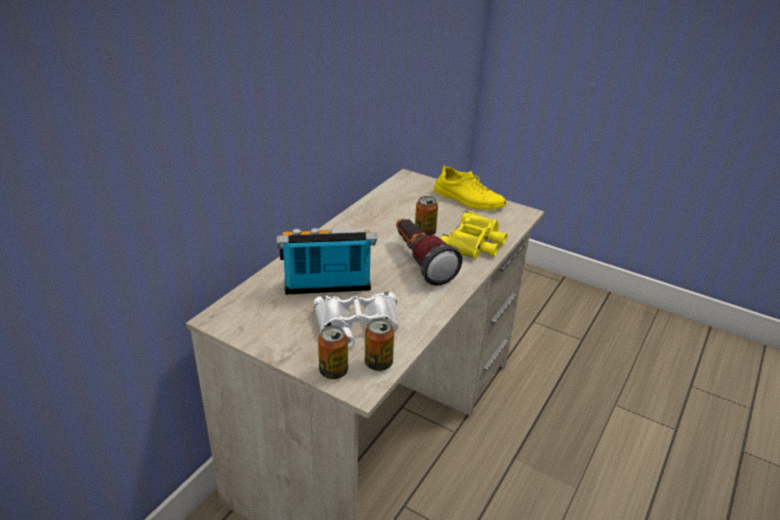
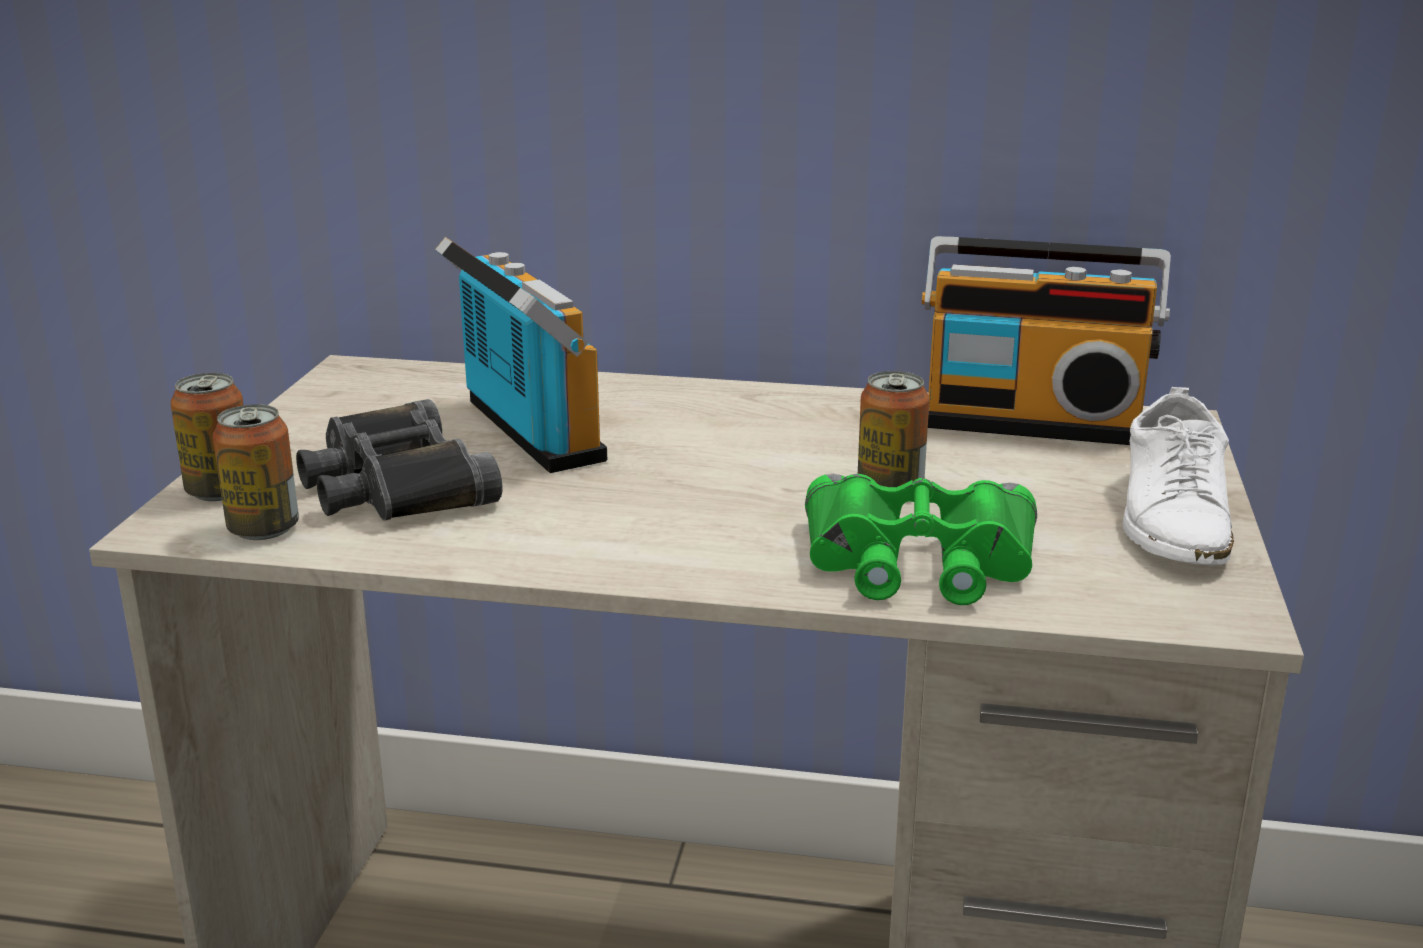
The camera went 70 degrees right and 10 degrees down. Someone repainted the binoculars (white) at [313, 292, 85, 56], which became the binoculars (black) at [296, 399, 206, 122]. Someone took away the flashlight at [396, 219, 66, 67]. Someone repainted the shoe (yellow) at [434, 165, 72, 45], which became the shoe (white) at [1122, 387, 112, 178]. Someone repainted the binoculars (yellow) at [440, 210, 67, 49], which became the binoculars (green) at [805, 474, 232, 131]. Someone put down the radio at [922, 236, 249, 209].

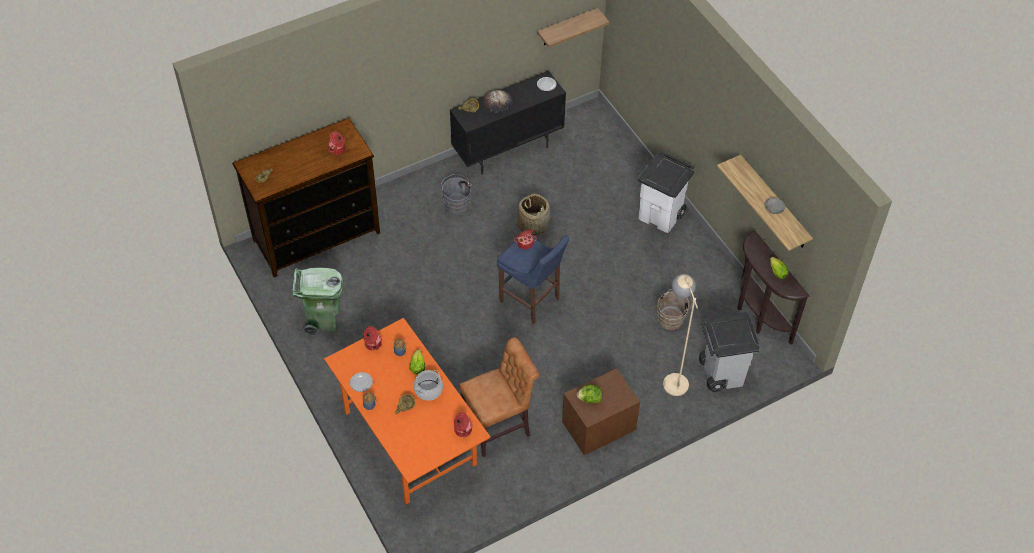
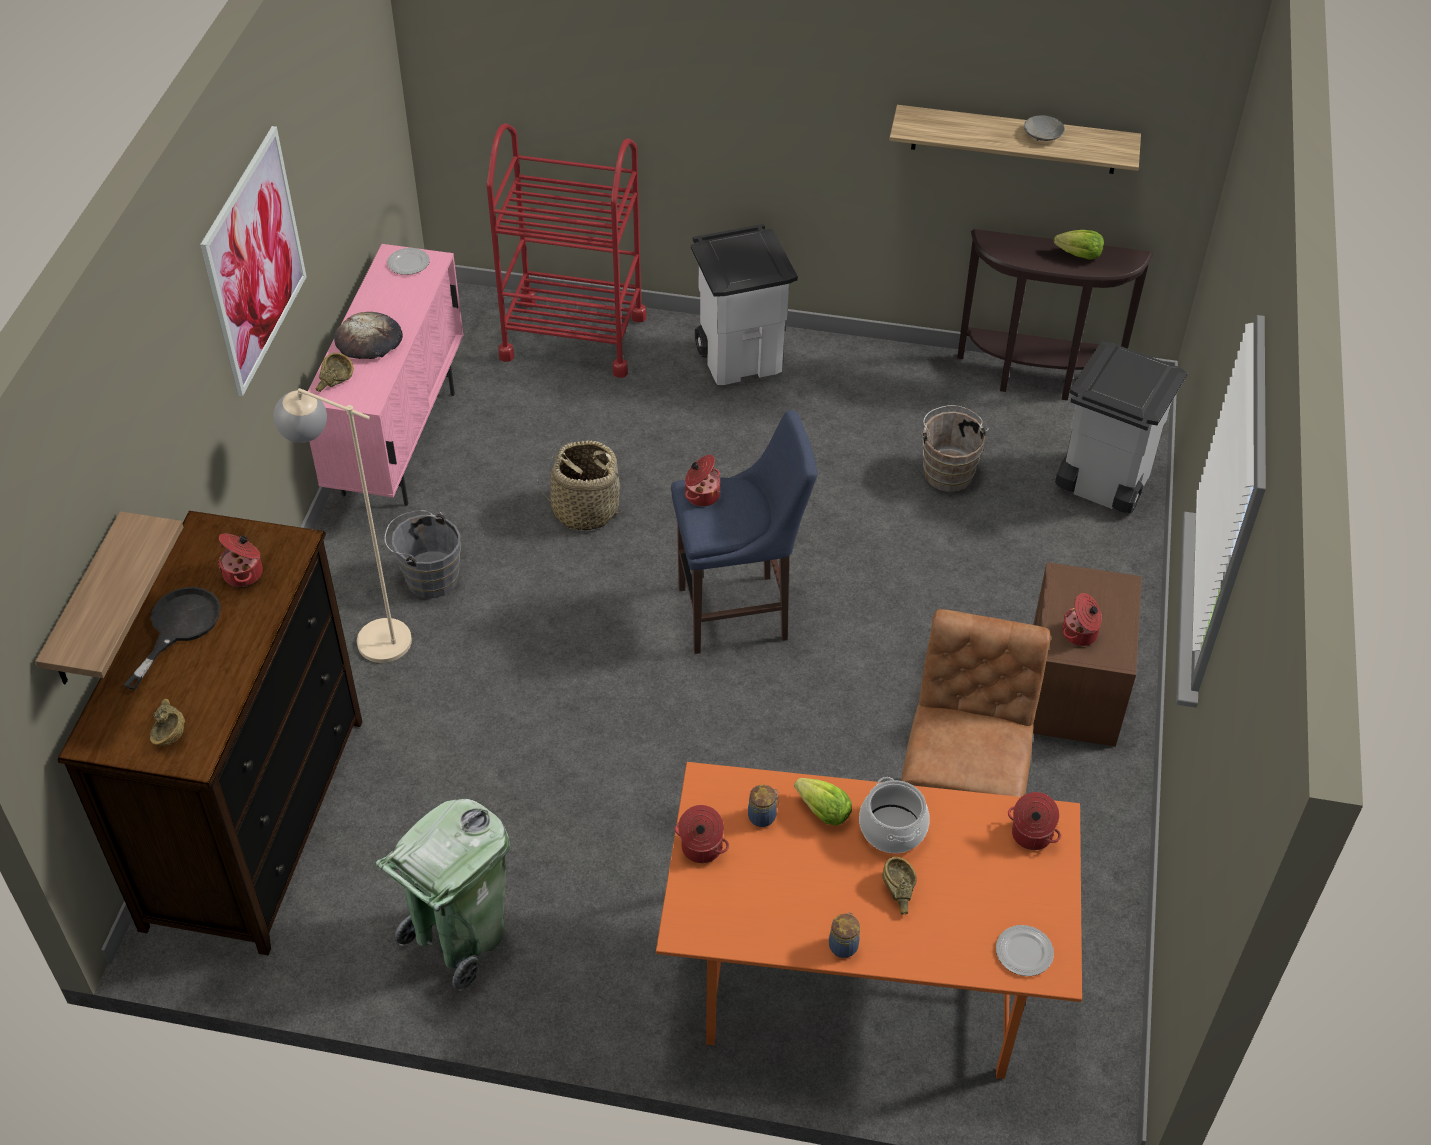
The camera went 50 degrees left and 5 degrees down. Someone carried the plate from [350, 372, 23, 20] to [996, 925, 58, 51]. Someone repainted the cabinet (black) at [450, 71, 116, 104], which became the cabinet (pink) at [308, 244, 156, 262]. Someone carried the shelf from [537, 8, 72, 40] to [35, 511, 148, 174]. Someone swapped the lettuce at [577, 384, 25, 19] for the cooking pot at [1062, 593, 40, 53]. Someone carried the floor lamp (beige) from [663, 274, 35, 122] to [273, 388, 139, 275]. Someone put down the frying pan (black) at [124, 587, 97, 103]. Someone put up the picture at [200, 126, 107, 270]. Someone put down the cart (red) at [487, 123, 160, 255].

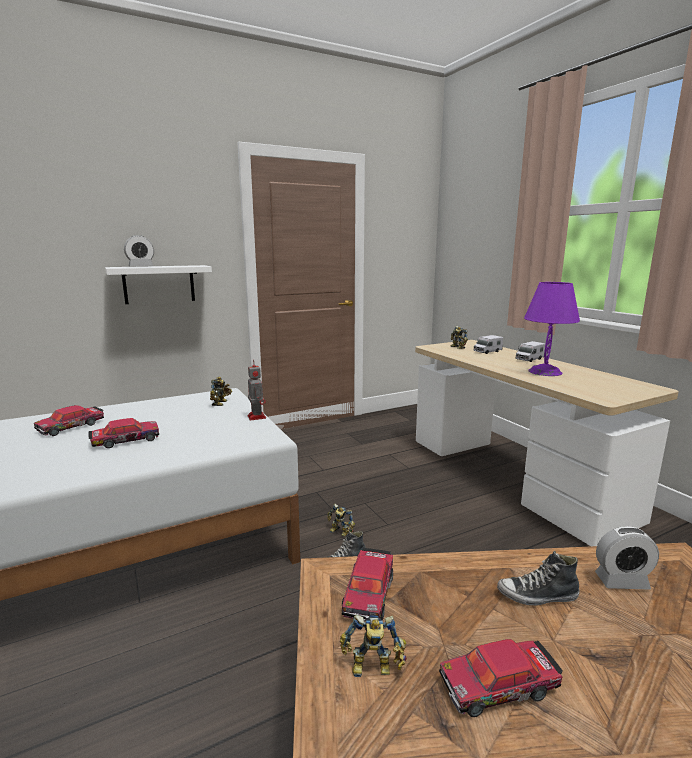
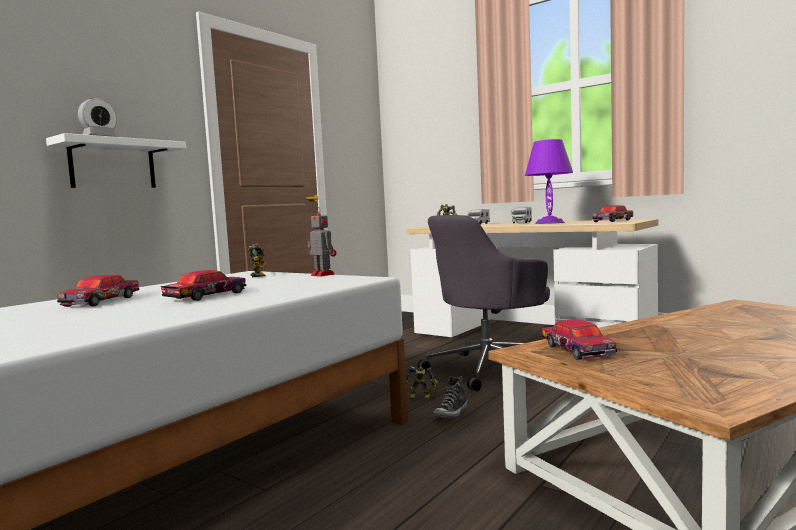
The camera went 25 degrees left and 10 degrees down. Someone took away the toy robot at [340, 615, 67, 62]. Someone carried the toy car from [439, 639, 124, 78] to [592, 205, 41, 17]. Someone took away the shoe at [497, 551, 82, 55]. Someone took away the alarm clock at [595, 526, 64, 64]. Someone put down the office chair (grey) at [418, 215, 132, 176].

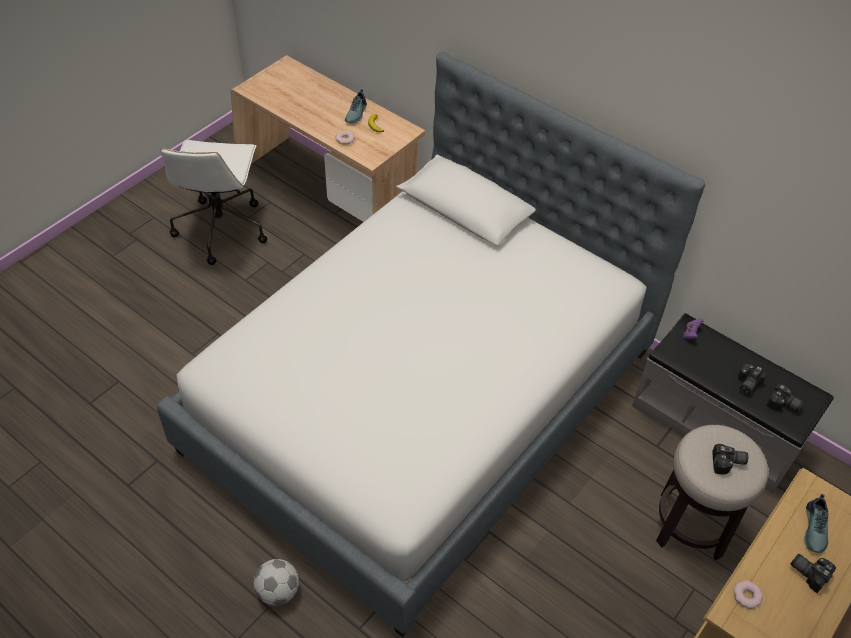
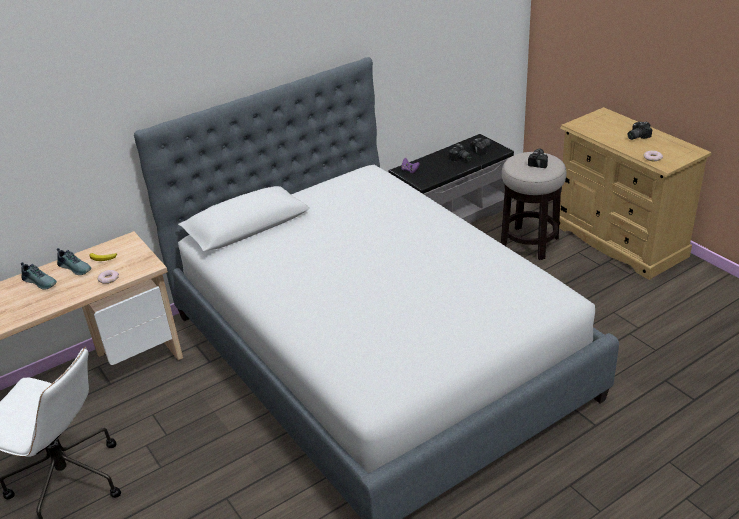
The camera went 70 degrees left and 15 degrees down. Someone took away the football at [254, 559, 45, 47]. Someone carried the shoe from [804, 494, 24, 59] to [21, 262, 36, 28].

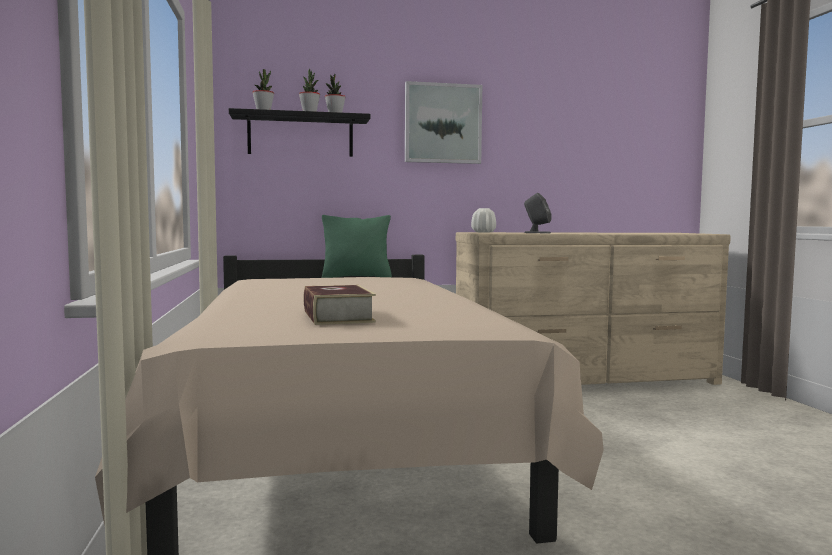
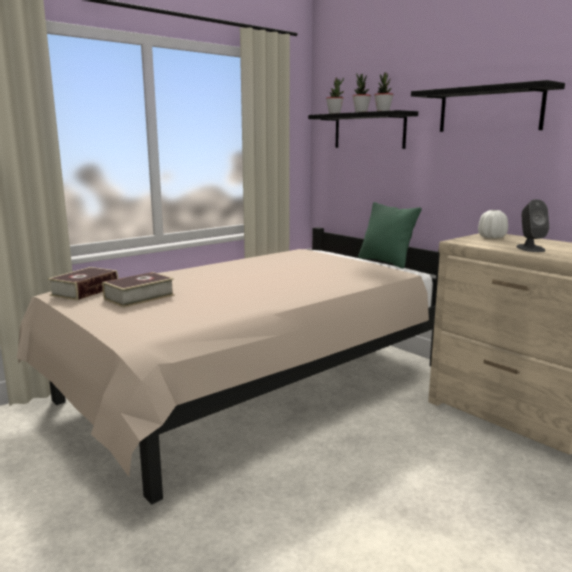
The camera went 60 degrees right and 10 degrees up. Someone swapped the picture at [405, 81, 77, 83] for the shelf (black) at [411, 80, 154, 52]. Someone put down the book at [48, 267, 70, 33].

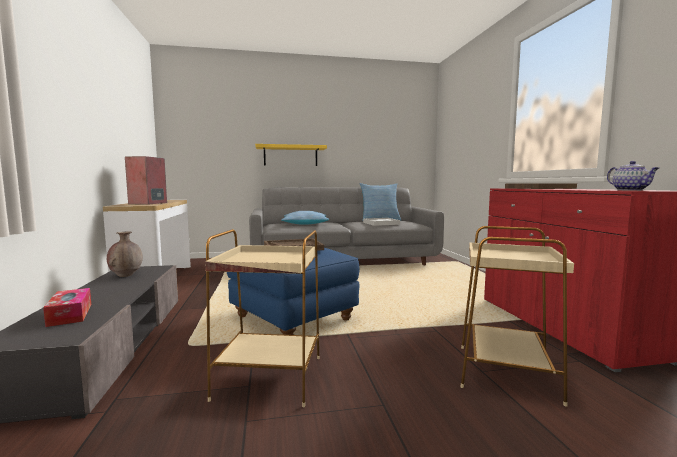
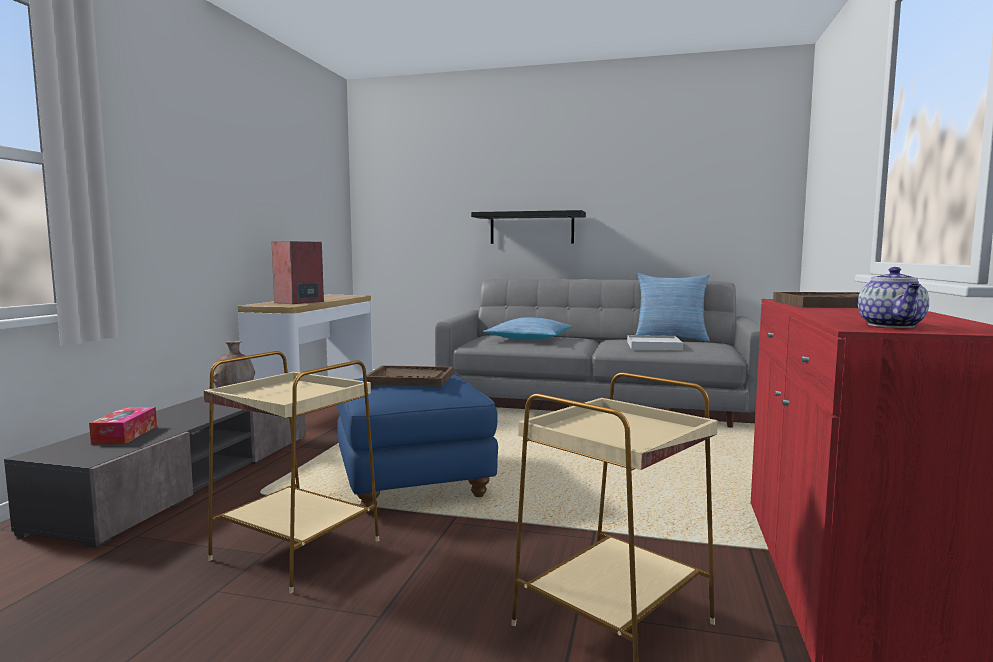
The camera went 25 degrees right and 0 degrees up. Someone repainted the shelf (yellow) at [255, 144, 72, 22], which became the shelf (black) at [471, 210, 115, 34].

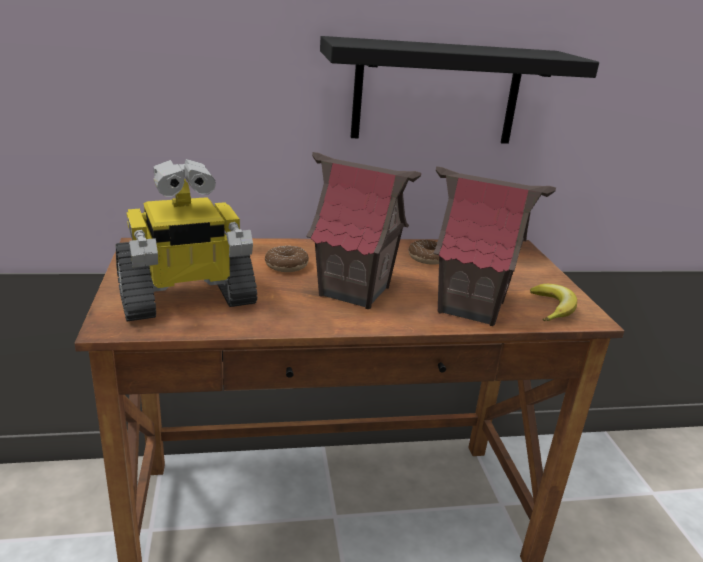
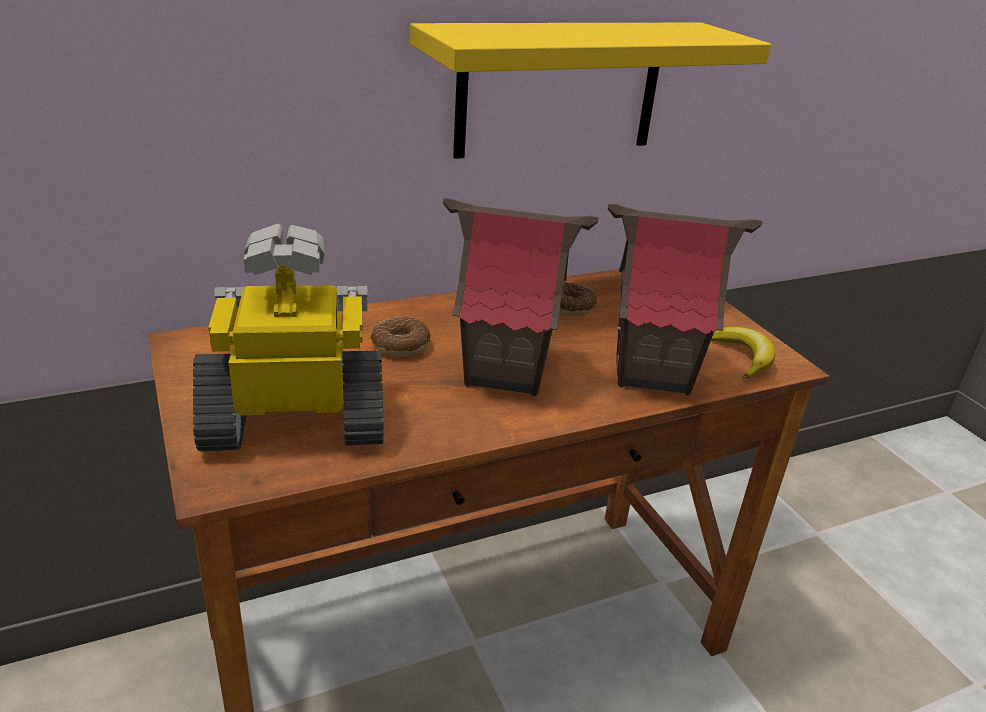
The camera went 15 degrees left and 5 degrees up. Someone rotated the toy robot at [116, 159, 141, 162] by 150 degrees counterclockwise. Someone repainted the shelf (black) at [320, 36, 279, 108], which became the shelf (yellow) at [410, 23, 361, 136].

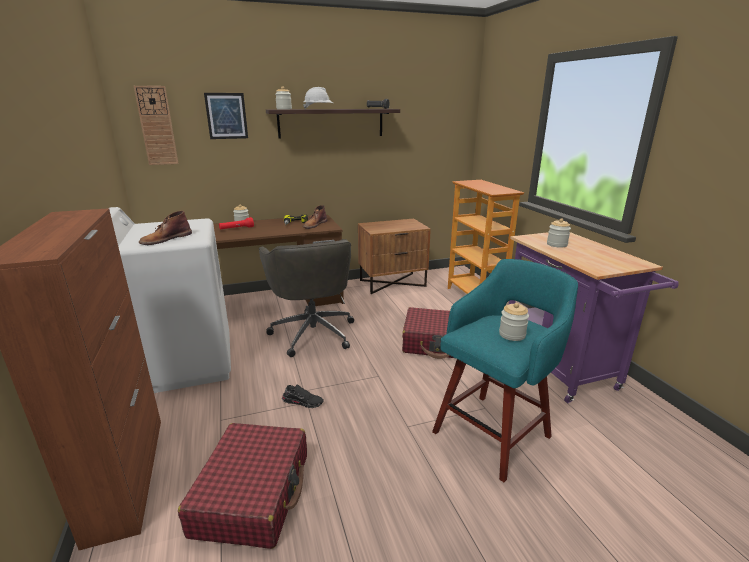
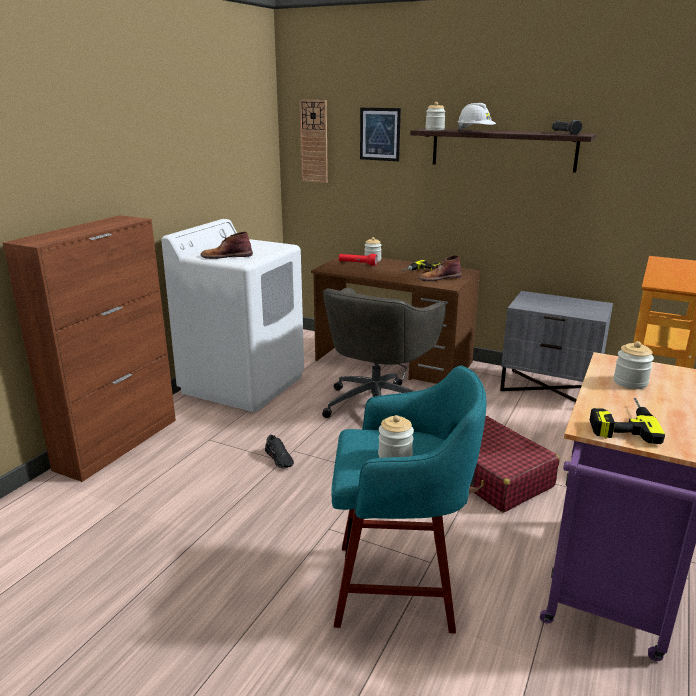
The camera went 45 degrees right and 0 degrees up. Someone took away the suitcase (red) at [178, 423, 129, 126]. Someone repainted the nightstand (brown) at [358, 219, 73, 75], which became the nightstand (grey) at [500, 291, 113, 111]. Someone put down the power drill at [590, 397, 75, 47].

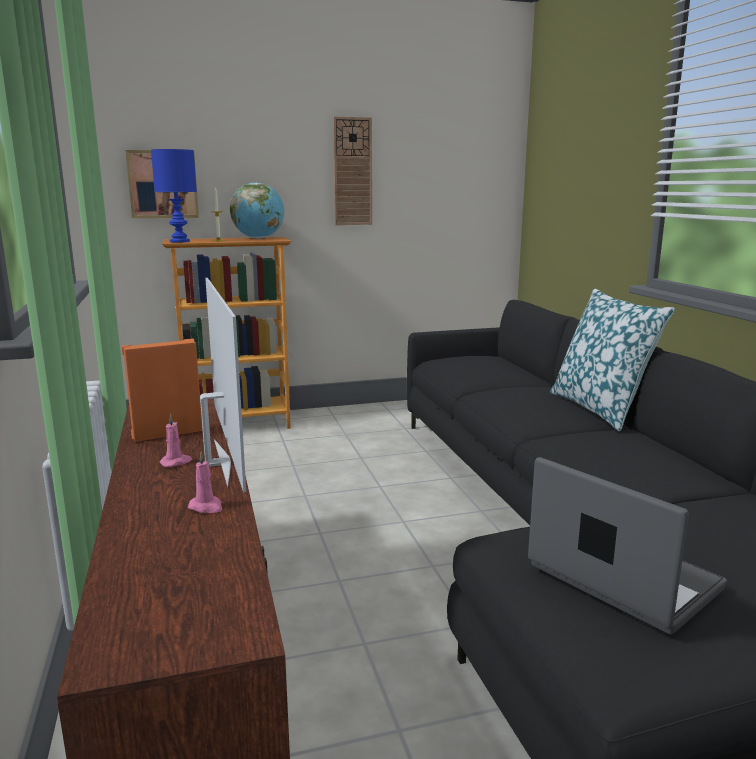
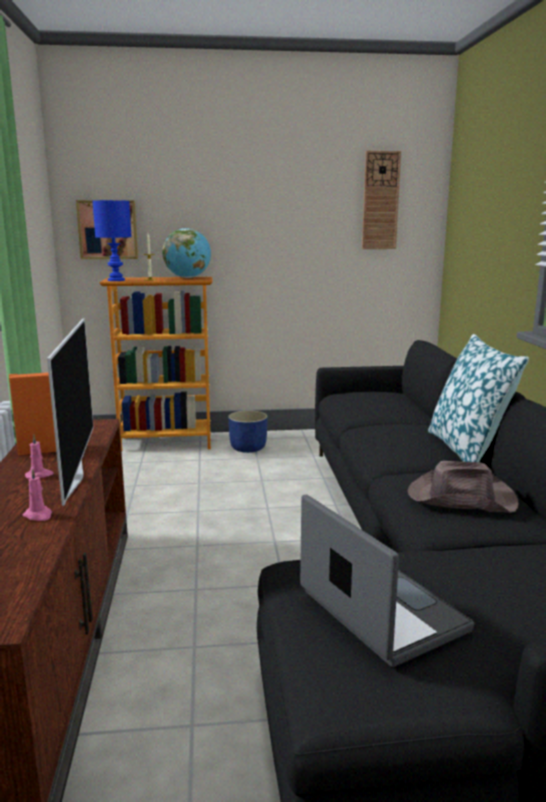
The camera went 10 degrees right and 0 degrees up. Someone carried the wall clock from [333, 116, 39, 109] to [362, 151, 39, 98]. Someone put down the planter (blue) at [228, 410, 40, 43]. Someone put down the hat (brown) at [408, 461, 111, 52].

